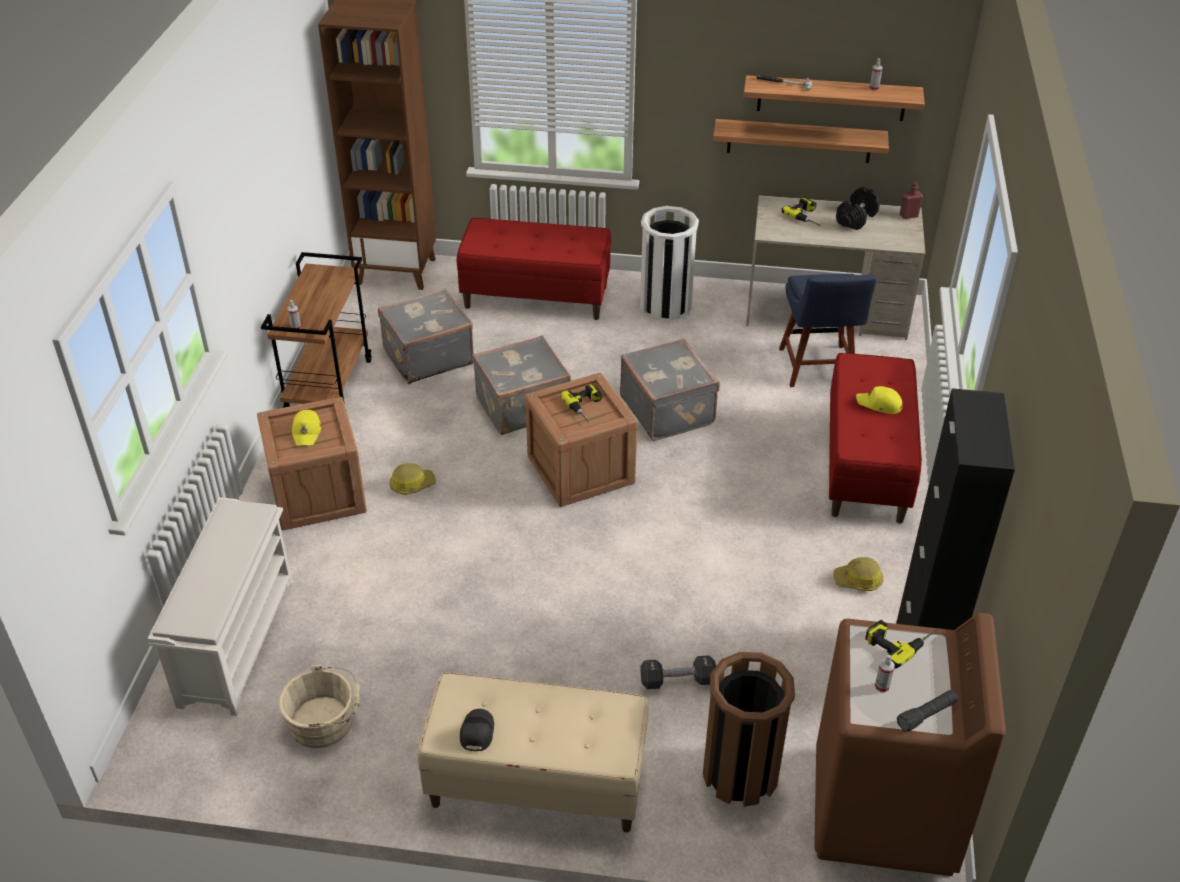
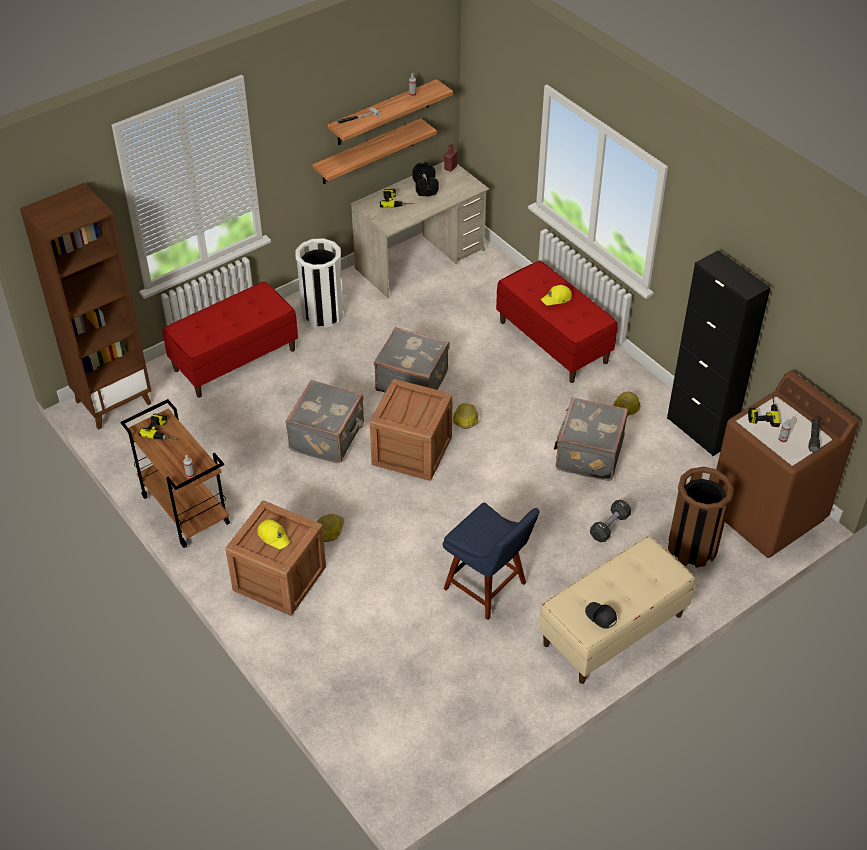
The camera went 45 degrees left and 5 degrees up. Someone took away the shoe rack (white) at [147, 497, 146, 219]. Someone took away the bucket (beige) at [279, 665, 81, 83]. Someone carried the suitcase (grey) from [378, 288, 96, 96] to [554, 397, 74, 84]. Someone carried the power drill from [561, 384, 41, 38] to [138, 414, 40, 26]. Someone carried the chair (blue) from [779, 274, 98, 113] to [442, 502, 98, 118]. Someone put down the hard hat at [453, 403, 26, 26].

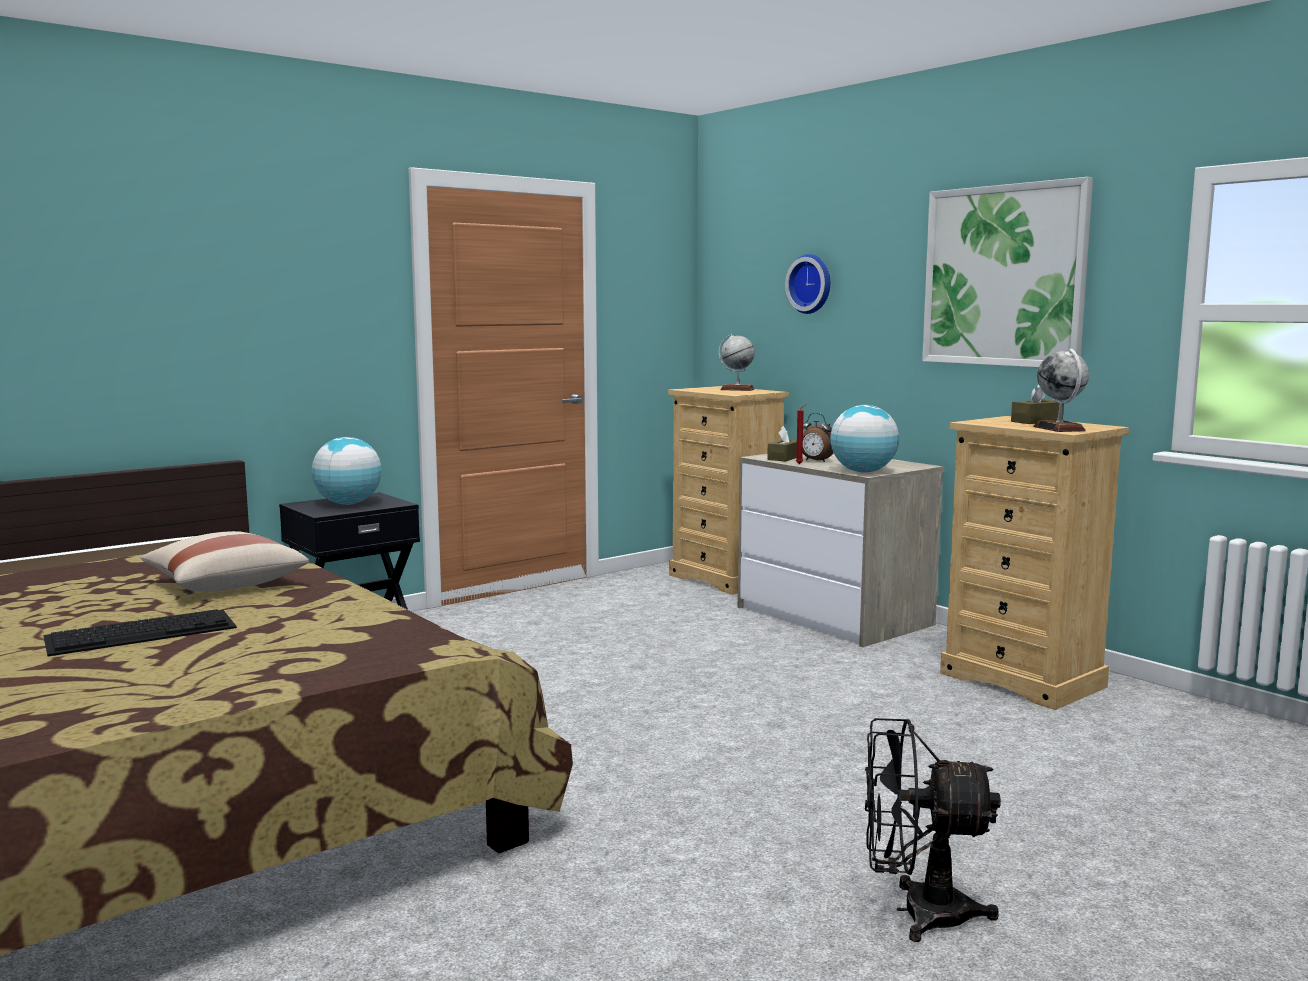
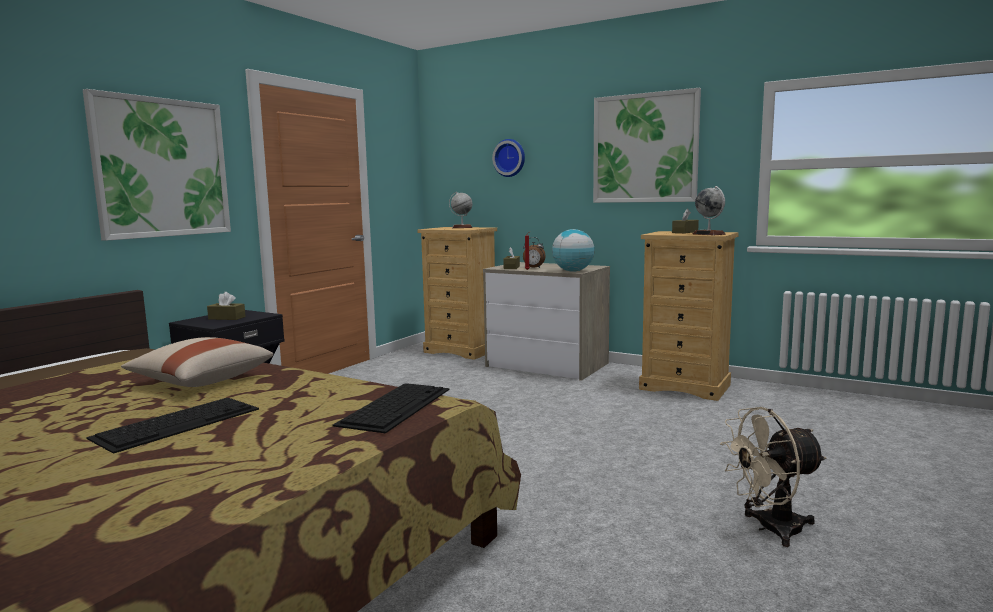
The camera went 20 degrees left and 0 degrees up. Someone swapped the globe at [312, 437, 69, 68] for the tissue box (brown) at [207, 292, 39, 28]. Someone repainted the fan (black) at [865, 718, 136, 224], which became the fan (beige) at [720, 407, 107, 140]. Someone put up the picture at [83, 89, 148, 152]. Someone put down the keyboard at [332, 383, 118, 50].

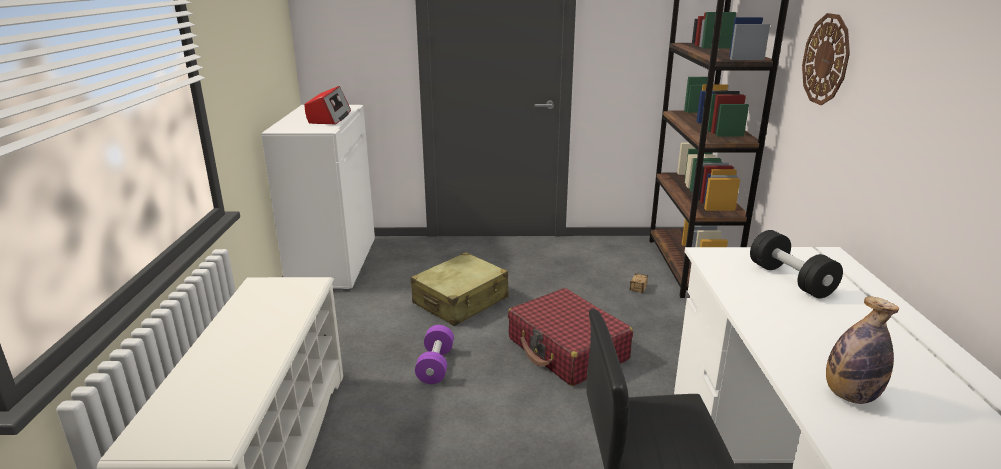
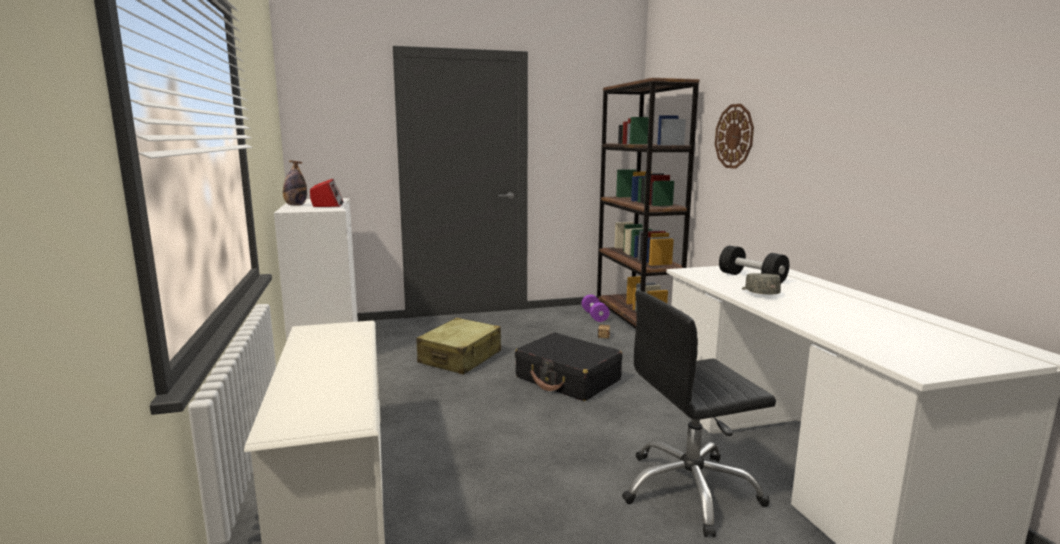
The camera went 15 degrees left and 10 degrees down. Someone carried the dumbbell (purple) from [415, 325, 39, 59] to [582, 295, 28, 27]. Someone repainted the suitcase (red) at [508, 288, 125, 98], which became the suitcase (black) at [515, 332, 107, 69]. Someone carried the bottle from [826, 296, 73, 108] to [283, 161, 24, 45]. Someone put down the cap (grey) at [742, 273, 39, 21].

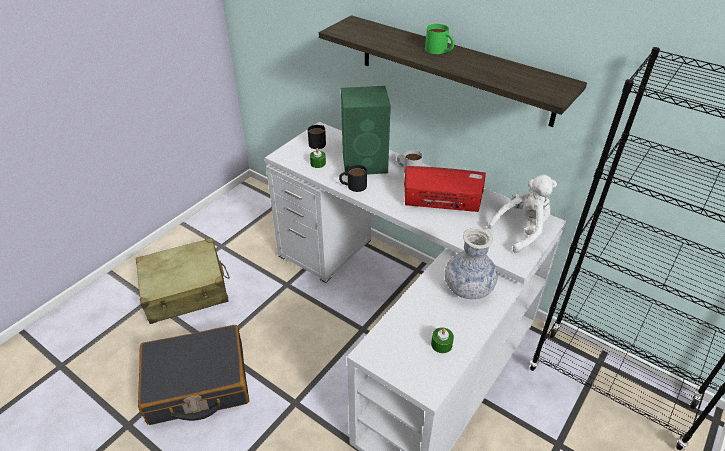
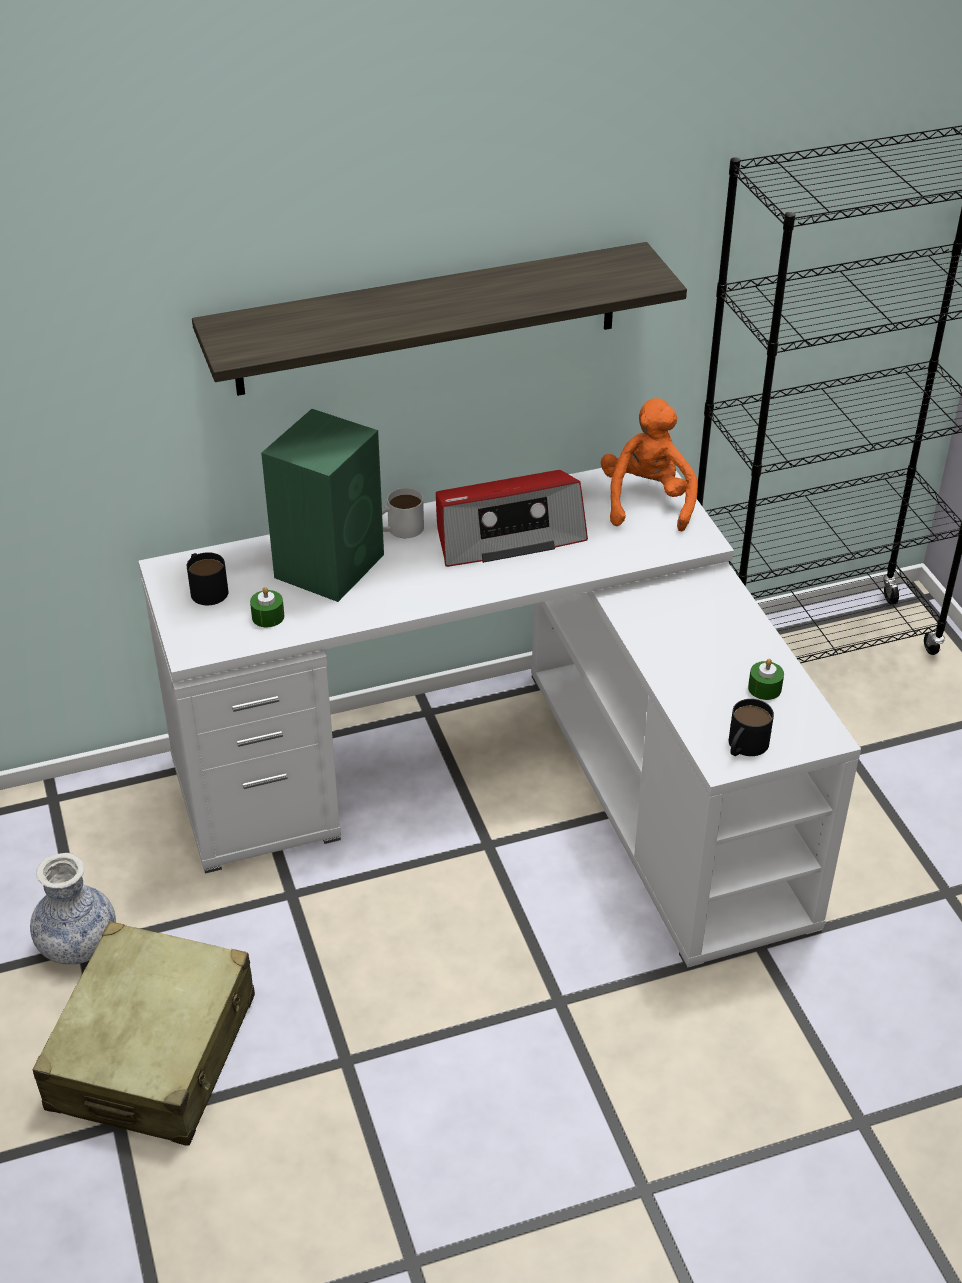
The camera went 55 degrees left and 0 degrees up. Someone took away the suitcase (black) at [138, 325, 111, 100]. Someone carried the mug (black) from [339, 165, 28, 27] to [729, 699, 45, 57]. Someone rotated the radio at [404, 166, 82, 46] by 150 degrees counterclockwise. Someone took away the mug (green) at [425, 24, 29, 30]. Someone carried the vase from [445, 228, 53, 71] to [30, 853, 86, 112]. Someone repainted the plush toy (white) at [487, 175, 70, 78], which became the plush toy (orange) at [601, 398, 97, 133].

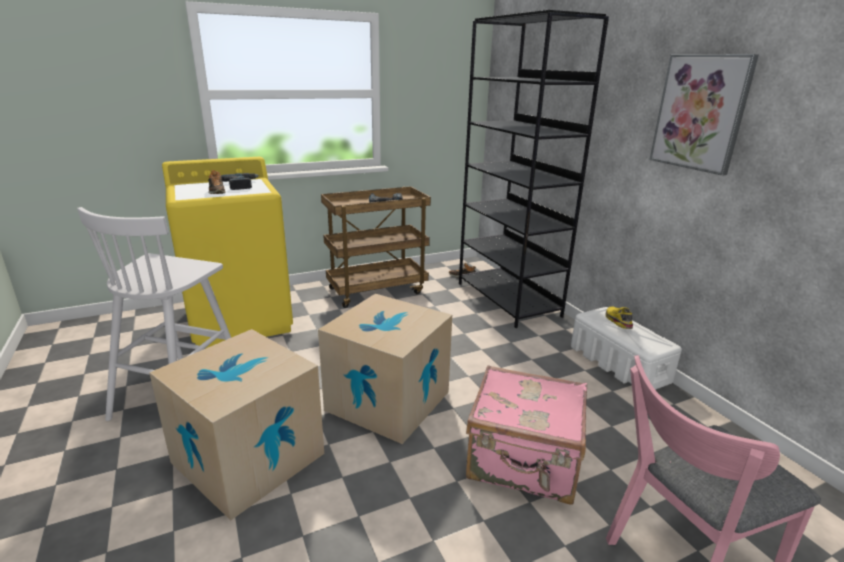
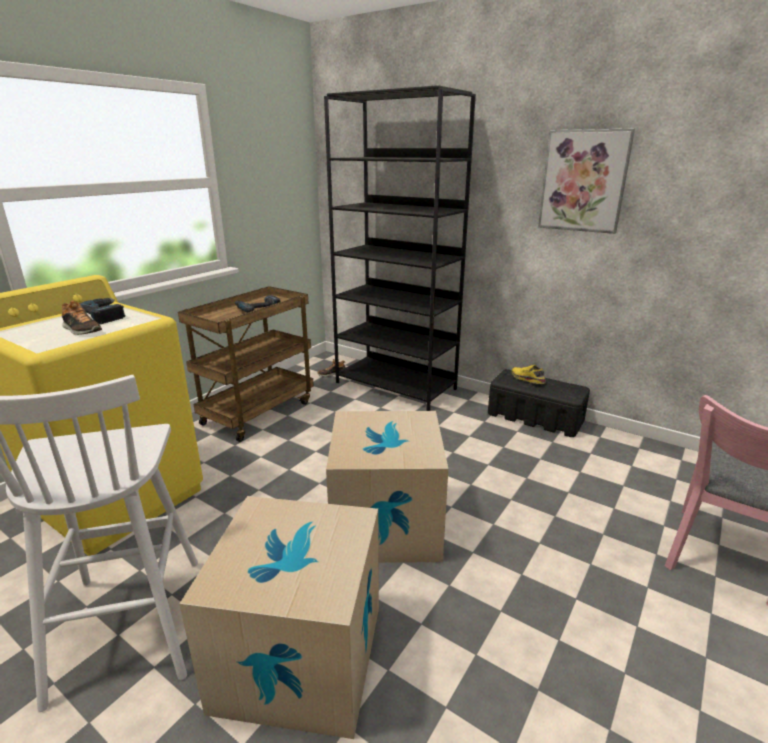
The camera went 30 degrees left and 0 degrees up. Someone took away the suitcase (pink) at [466, 365, 121, 139]. Someone repainted the storage box (white) at [571, 307, 111, 83], which became the storage box (black) at [488, 369, 102, 68].

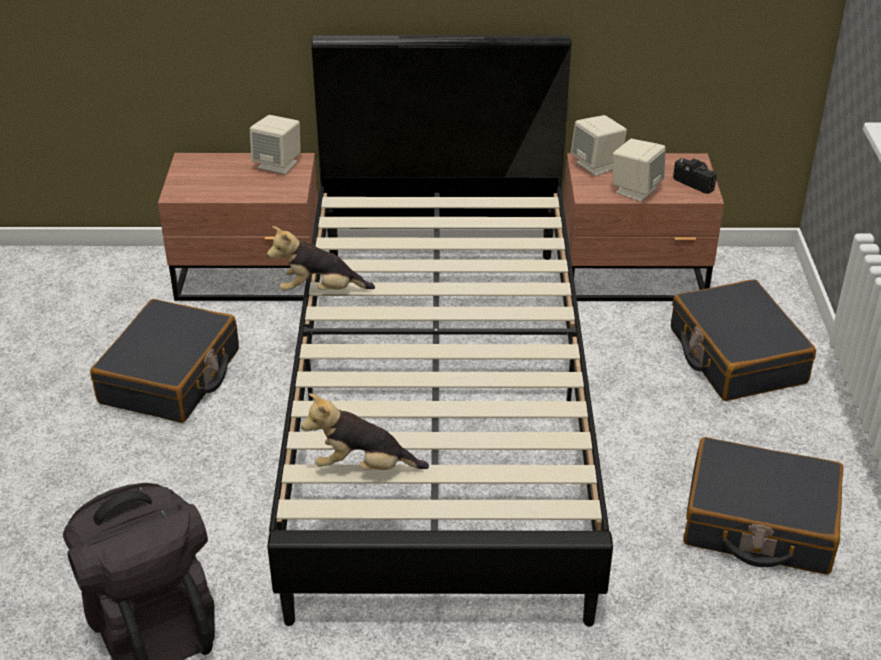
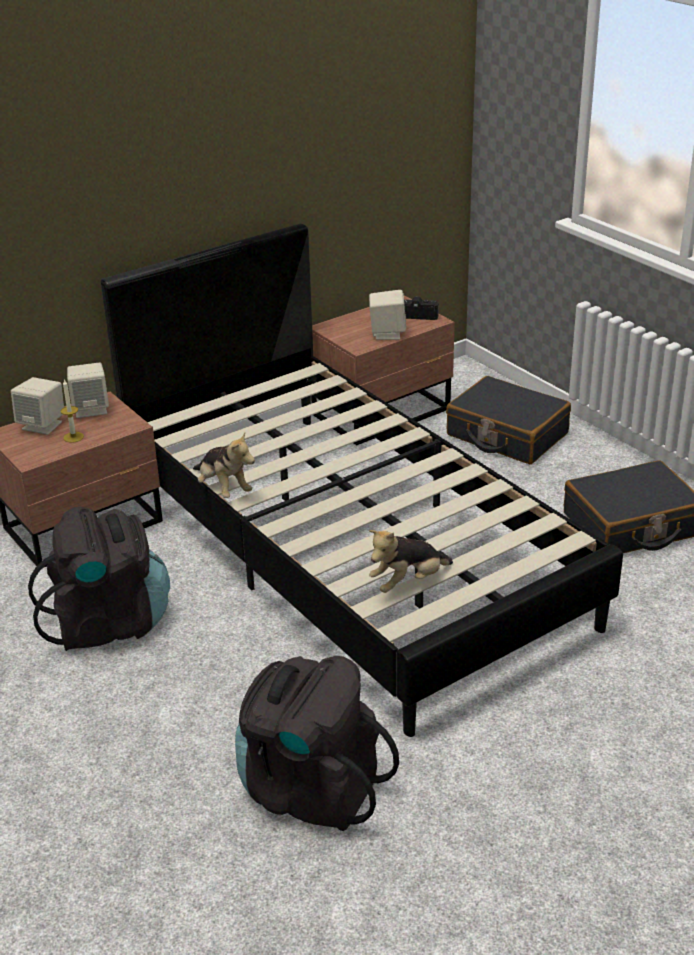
The camera went 35 degrees left and 5 degrees down. Someone swapped the suitcase (black) at [90, 299, 149, 124] for the backpack (black) at [28, 507, 142, 144]. Someone rotated the plush toy at [267, 226, 108, 65] by 90 degrees counterclockwise. Someone carried the speaker (beige) from [571, 115, 56, 61] to [11, 377, 53, 58]. Someone put down the candle at [61, 379, 23, 64].

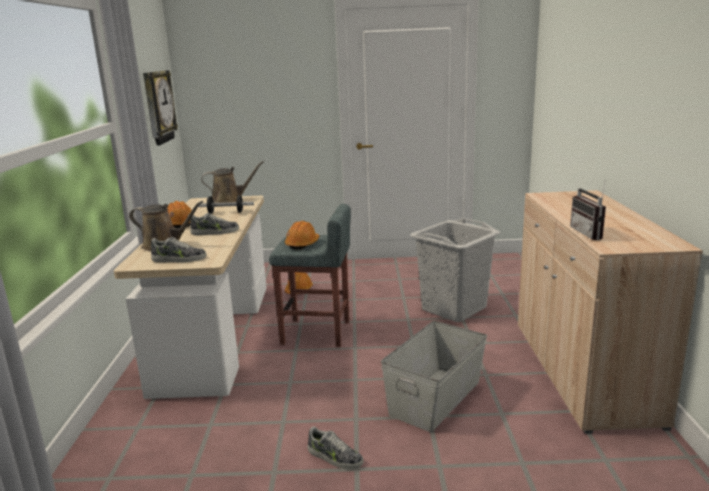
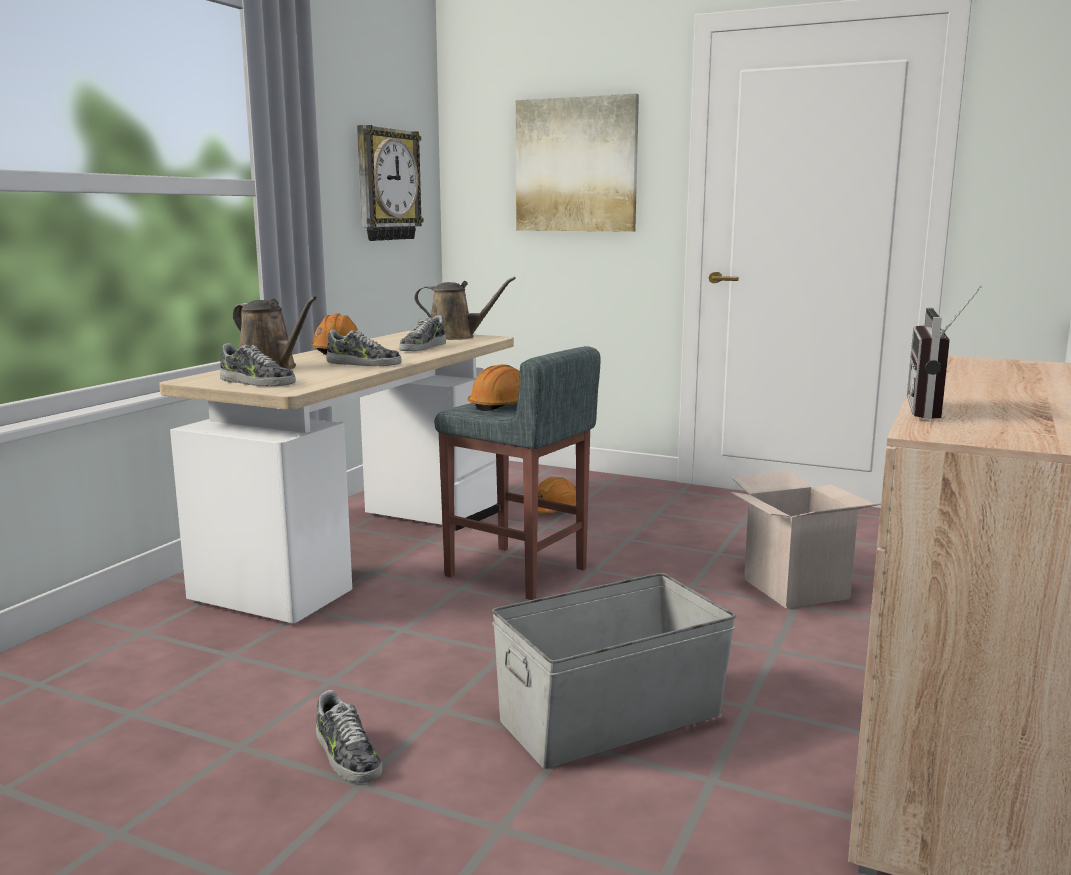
The camera went 25 degrees right and 5 degrees down. Someone swapped the dumbbell at [198, 195, 56, 19] for the shoe at [399, 315, 47, 36]. Someone swapped the laundry basket (grey) at [410, 218, 91, 104] for the cardboard box at [731, 471, 150, 138]. Someone put up the picture at [516, 94, 123, 138].

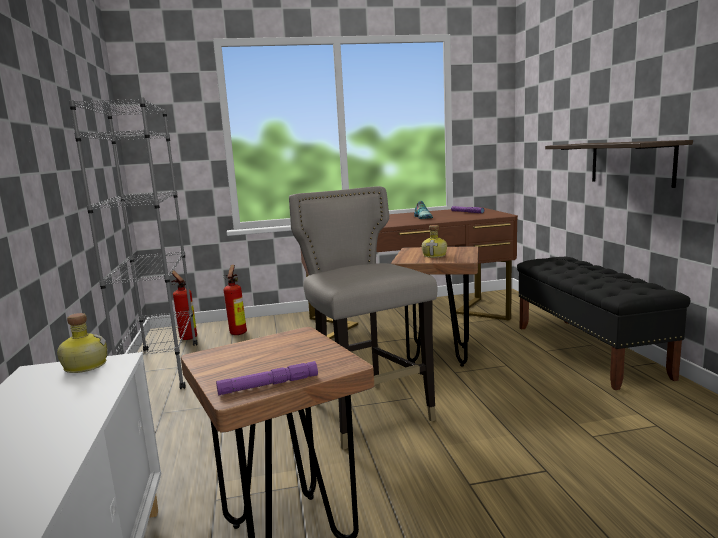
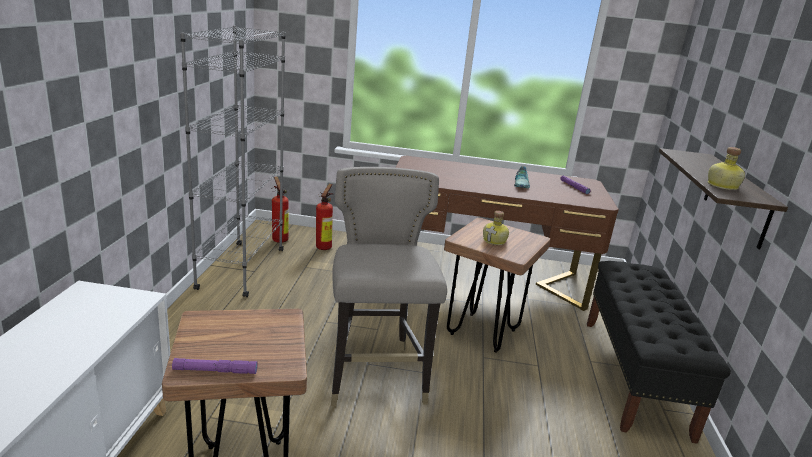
The camera went 15 degrees right and 10 degrees up. Someone carried the bottle from [57, 313, 51, 60] to [708, 147, 37, 43].

